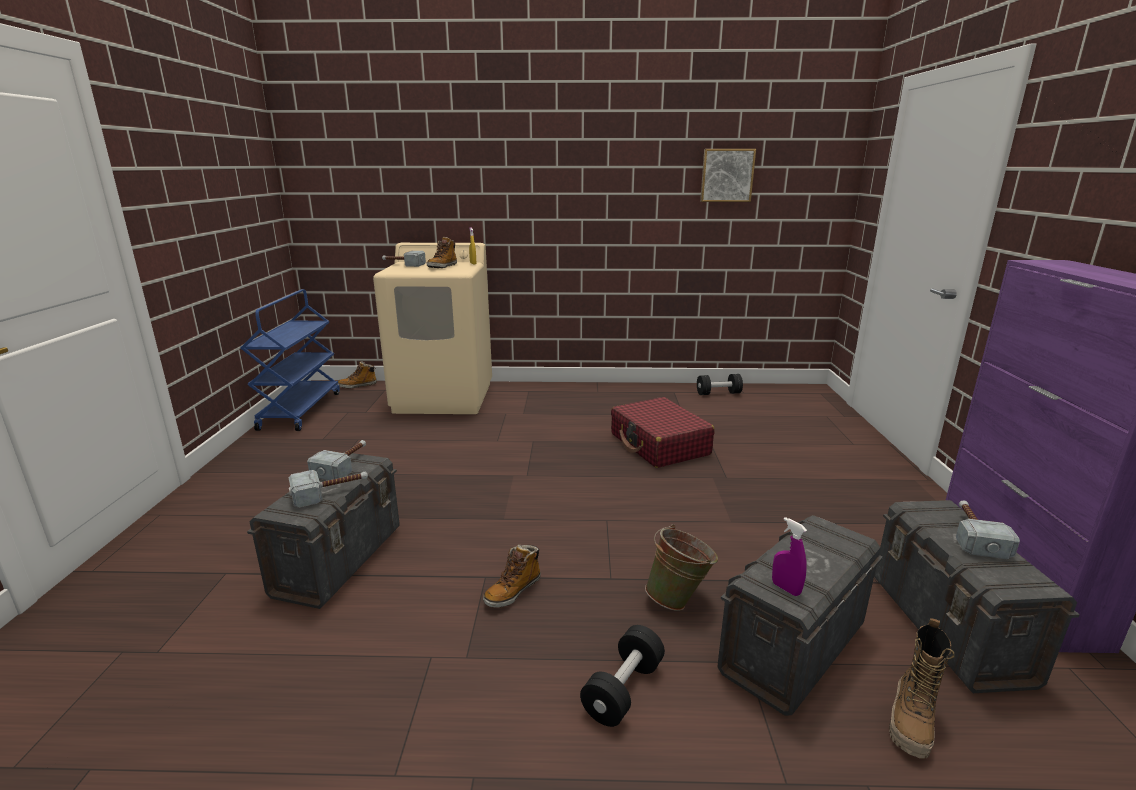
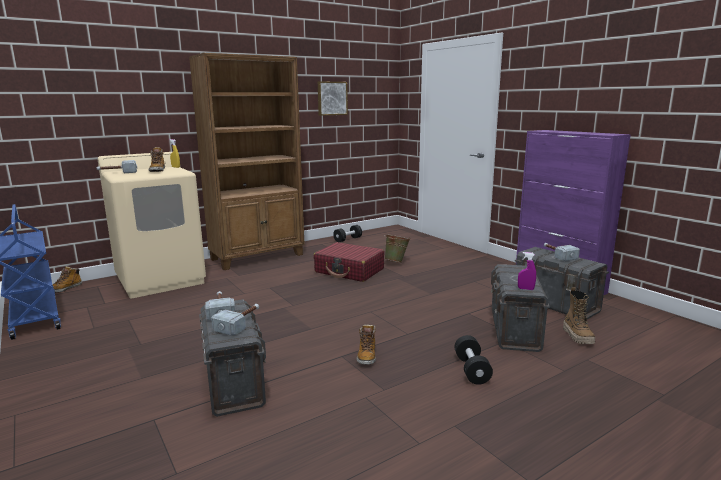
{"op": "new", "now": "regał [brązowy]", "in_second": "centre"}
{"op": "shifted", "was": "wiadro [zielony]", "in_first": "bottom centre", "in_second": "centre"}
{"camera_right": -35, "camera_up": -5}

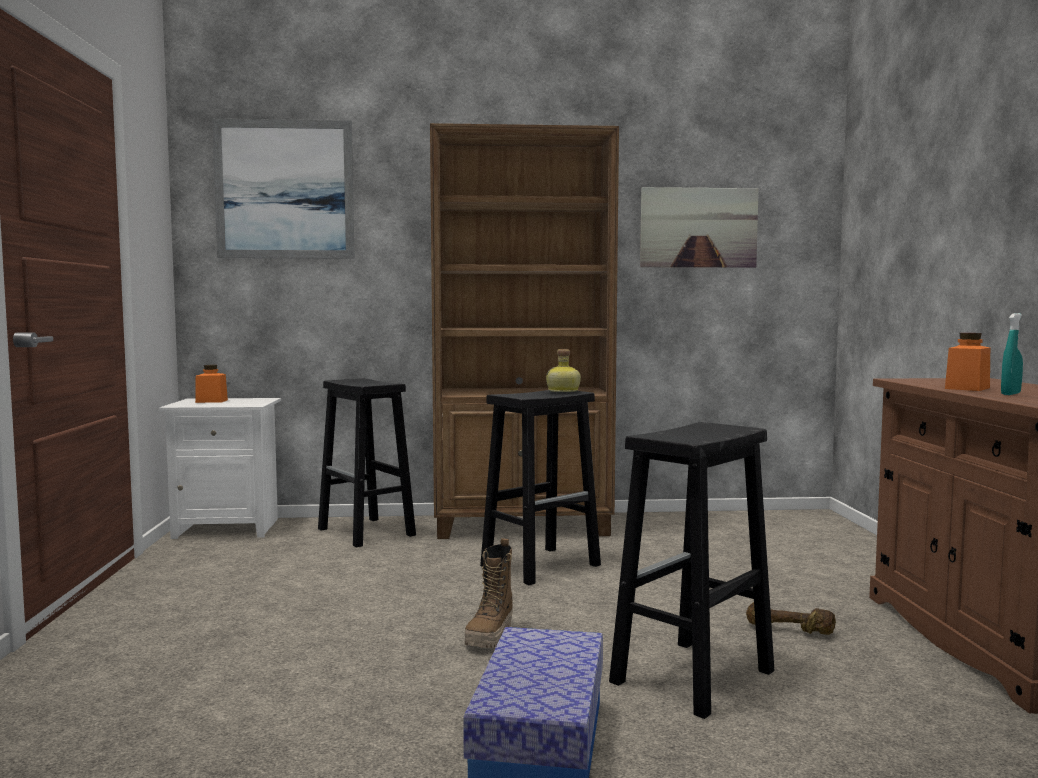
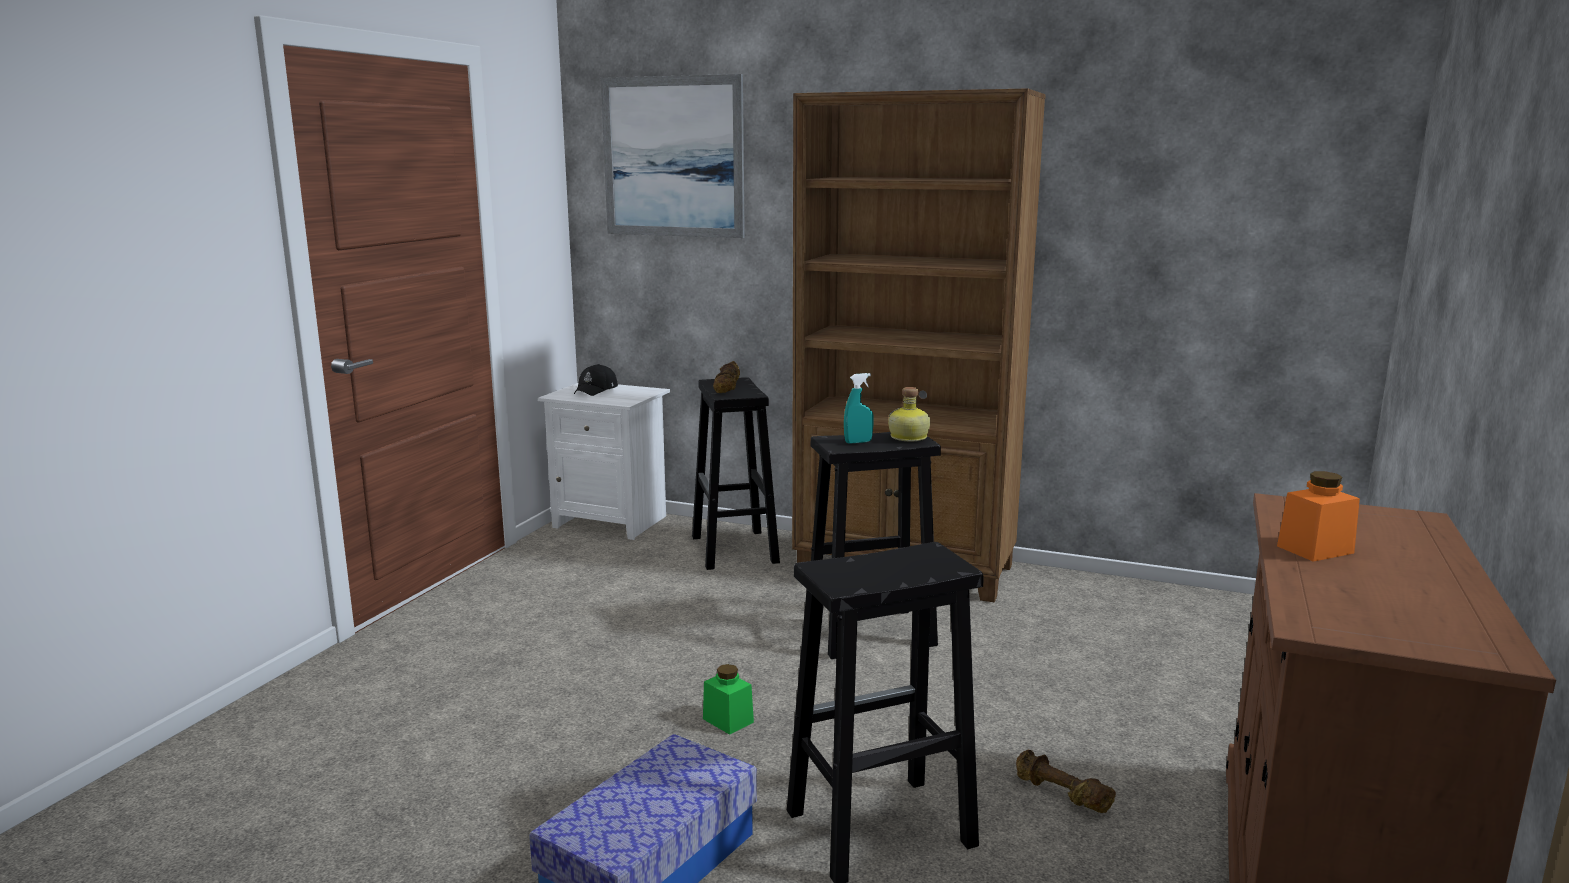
{"op": "gone", "was": "obraz (no. 2 from left)", "in_first": "top right"}
{"op": "new", "now": "hantel [brązowy] (no. 1 from left)", "in_second": "centre"}
{"op": "shifted", "was": "spryskiwacz [turkusowy]", "in_first": "middle right", "in_second": "centre"}
{"op": "swapped", "was": "słoik [pomarańczowy] (no. 1 from left)", "now": "czapka z daszkiem [czarny]", "in_first": "middle left", "in_second": "centre"}
{"op": "swapped", "was": "but z cholewką", "now": "słoik [zielony]", "in_first": "bottom centre", "in_second": "bottom centre"}
{"camera_right": 25, "camera_up": 10}

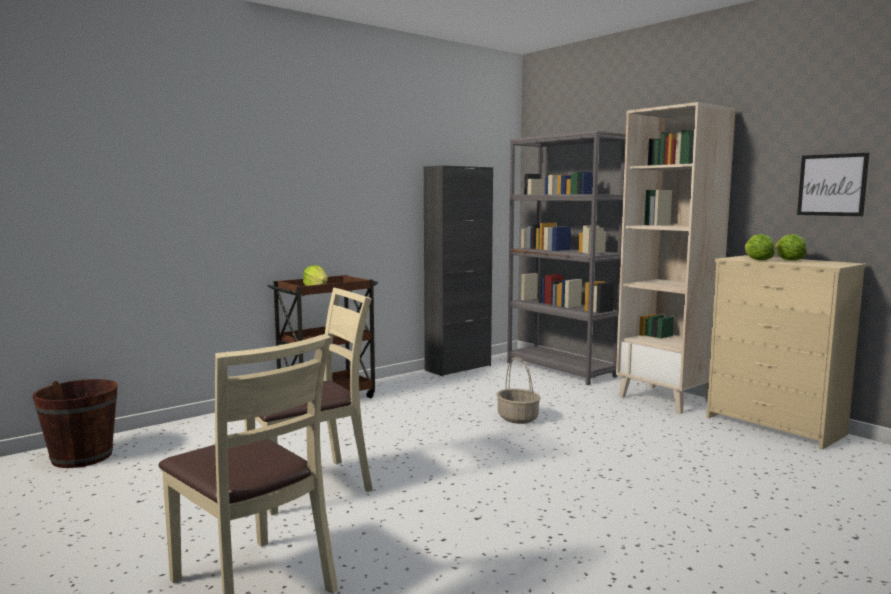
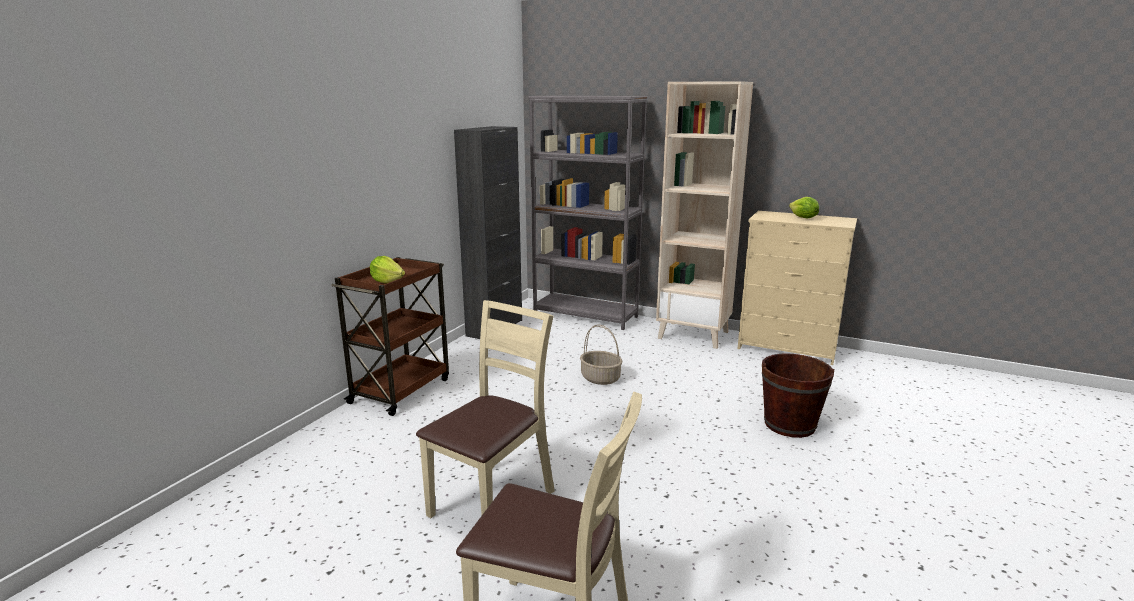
{"op": "gone", "was": "sałata (no. 2 from left)", "in_first": "middle right"}
{"op": "gone", "was": "obraz", "in_first": "top right"}
{"op": "shifted", "was": "wiadro [brązowy]", "in_first": "bottom left", "in_second": "middle right"}
{"camera_right": -25, "camera_up": 10}

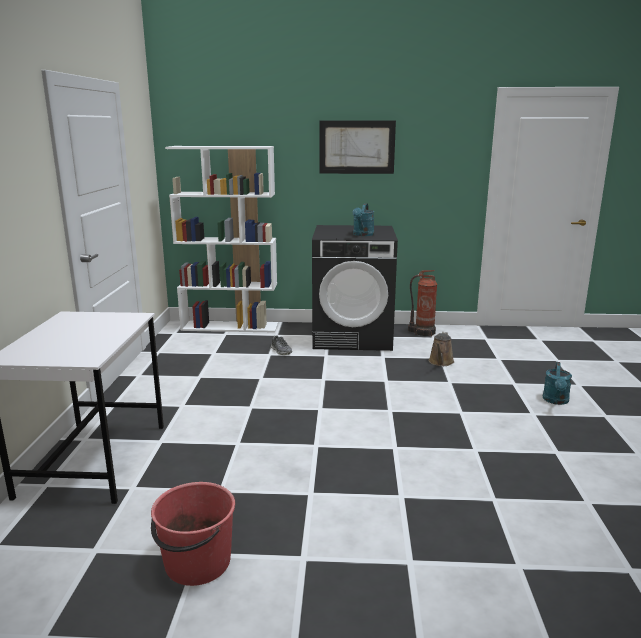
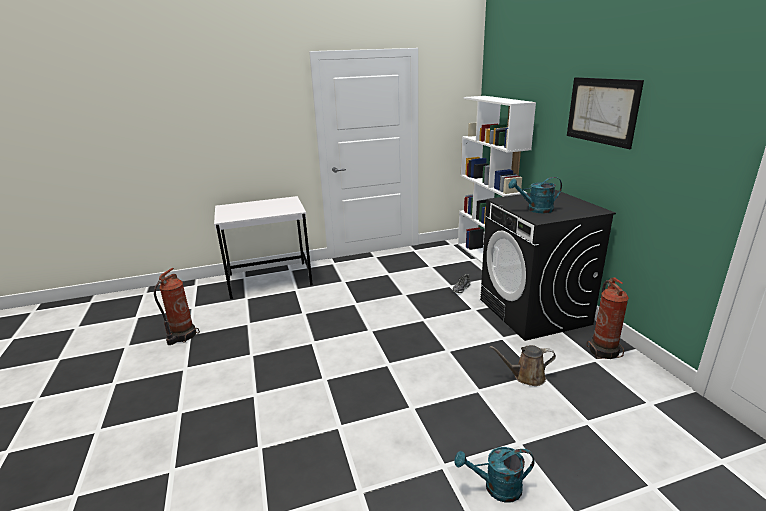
{"op": "swapped", "was": "wiadro [czerwony]", "now": "gaśnica (no. 1 from left)", "in_first": "bottom left", "in_second": "middle left"}
{"camera_right": 70, "camera_up": 5}

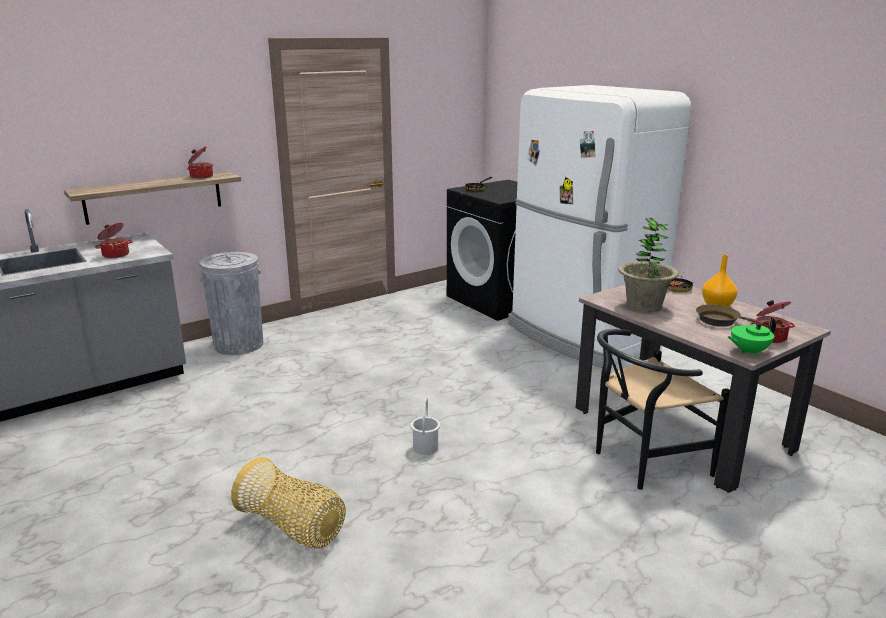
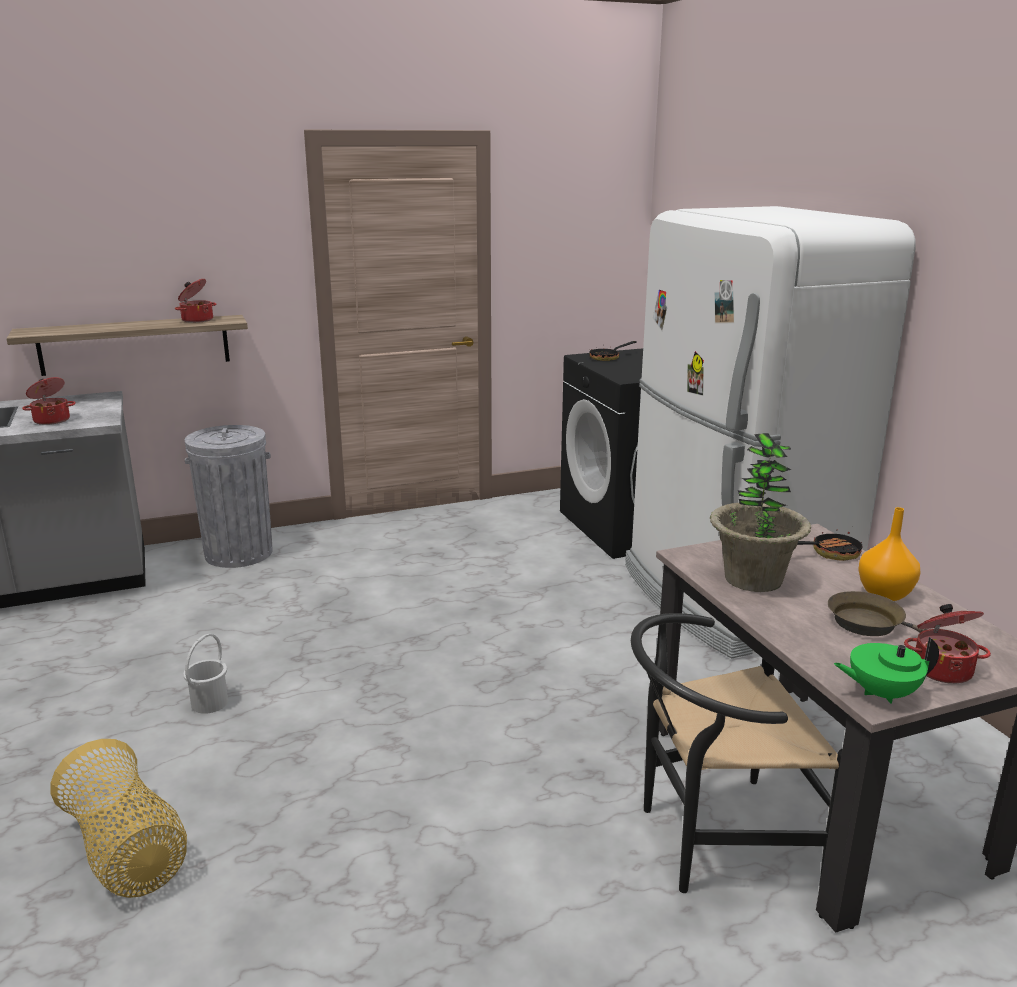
{"op": "shifted", "was": "wiadro [biały]", "in_first": "bottom centre", "in_second": "bottom left"}
{"camera_right": 15, "camera_up": 0}

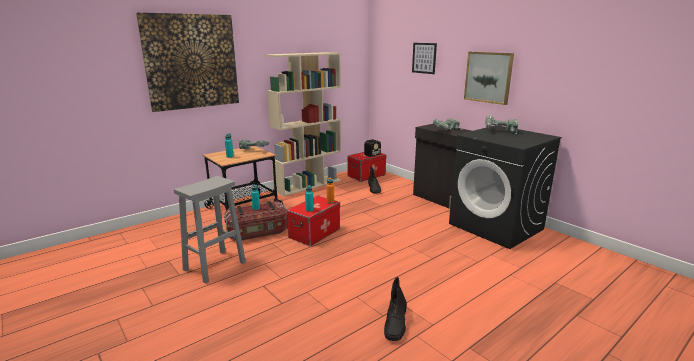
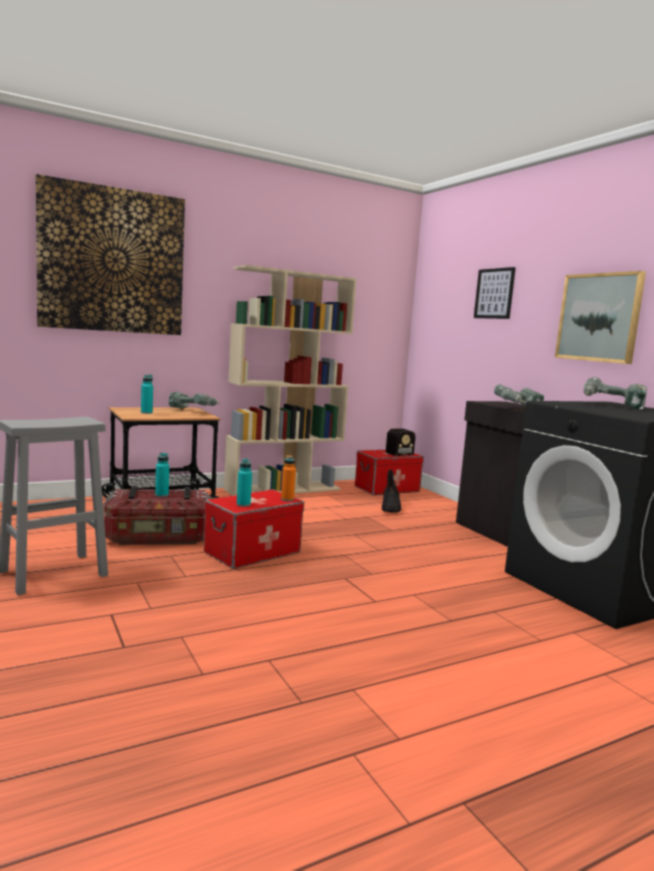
{"op": "gone", "was": "but z cholewką [czarny] (no. 2 from left)", "in_first": "bottom centre"}
{"camera_right": 10, "camera_up": -10}

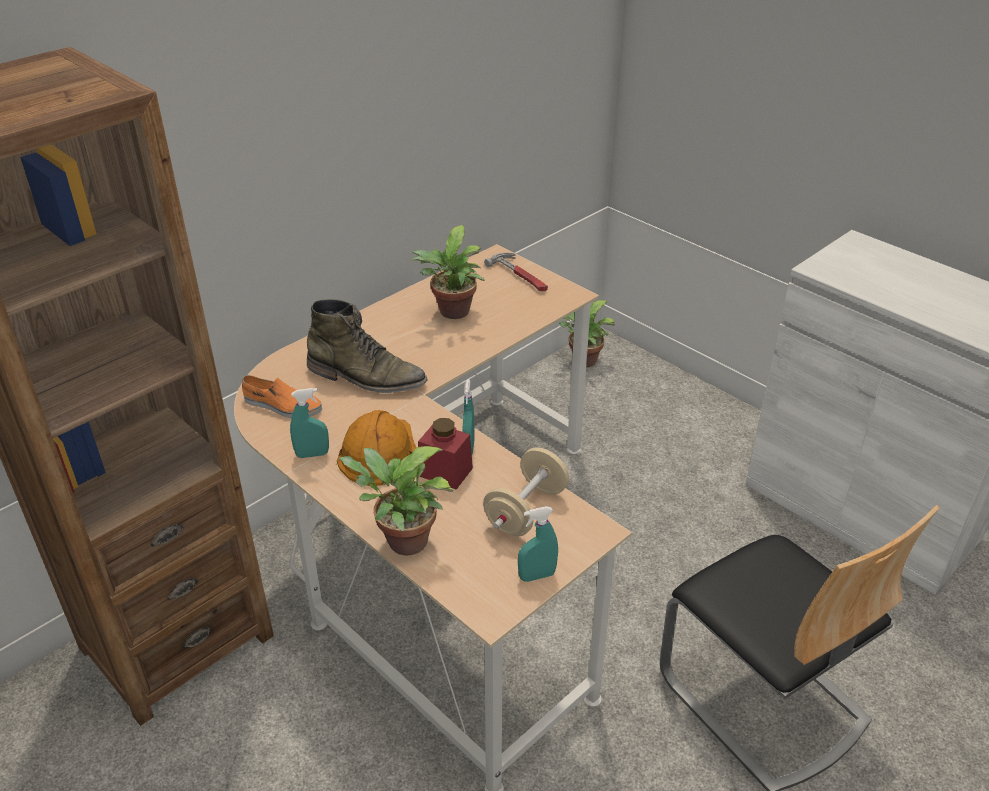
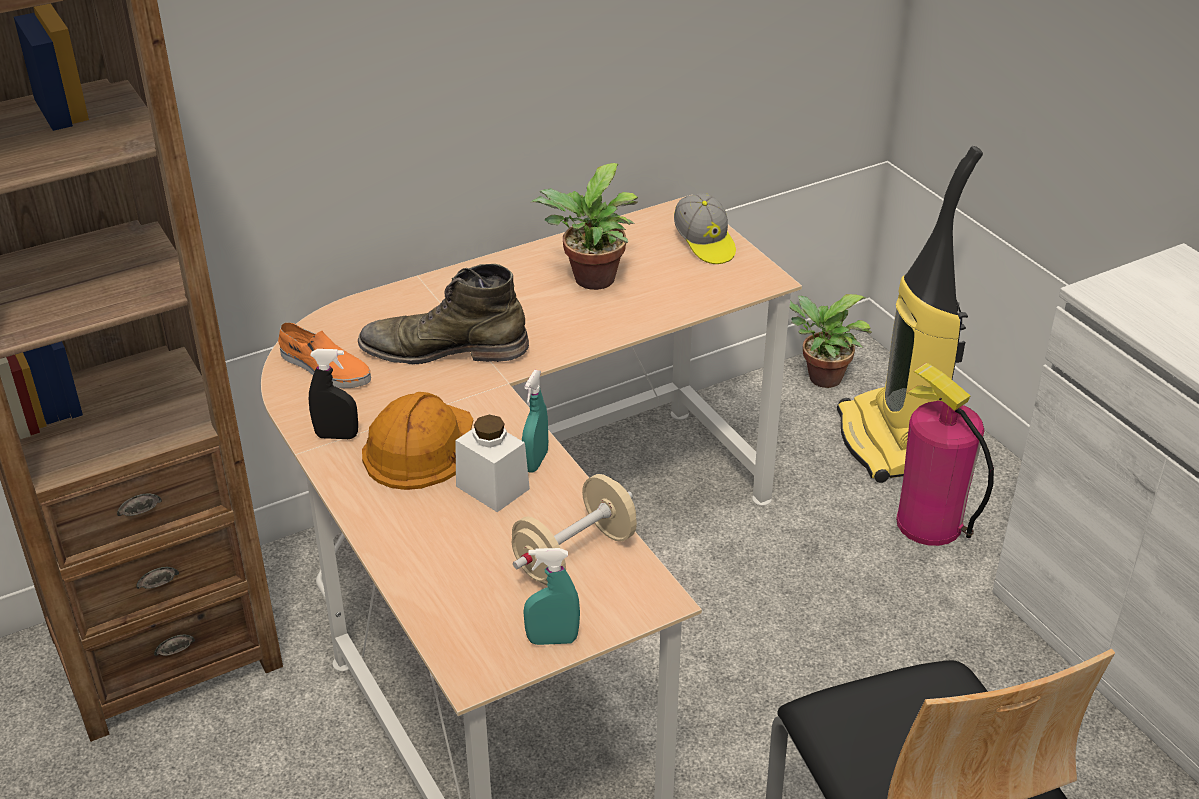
{"op": "gone", "was": "roślina doniczkowa (no. 1 from left)", "in_first": "centre"}
{"op": "new", "now": "odkurzacz", "in_second": "middle right"}
{"op": "new", "now": "gaśnica", "in_second": "middle right"}
{"op": "swapped", "was": "młotek", "now": "czapka z daszkiem", "in_first": "centre", "in_second": "top centre"}
{"op": "repainted", "was": "spryskiwacz [turkusowy] (no. 1 from left)", "now": "spryskiwacz [czarny]", "in_first": "middle left", "in_second": "middle left"}
{"op": "repainted", "was": "słoik [czerwony]", "now": "słoik [biały]", "in_first": "centre", "in_second": "centre"}
{"op": "rotated", "was": "but z cholewką [zielony]", "in_first": "centre", "in_second": "centre", "clockwise": 150}
{"camera_right": 15, "camera_up": 0}

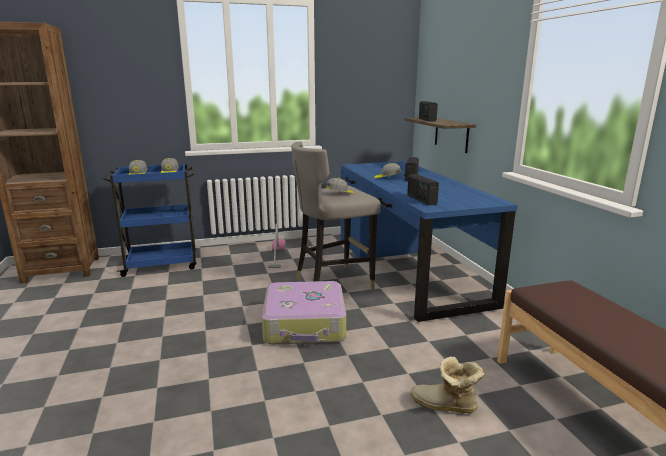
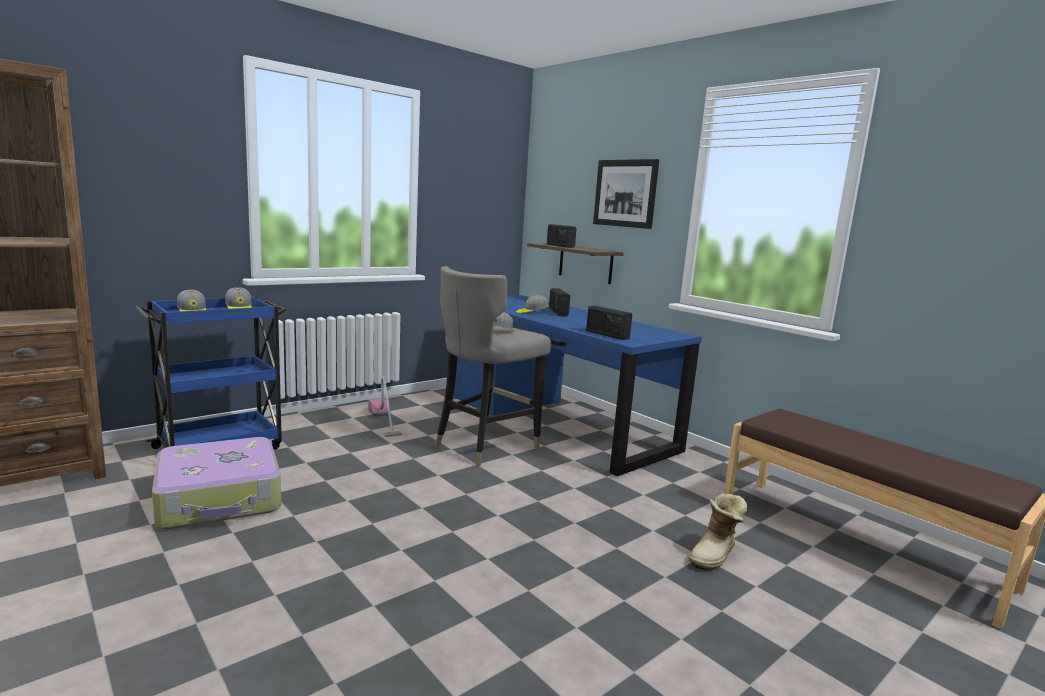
{"op": "new", "now": "obraz", "in_second": "top centre"}
{"op": "shifted", "was": "walizka", "in_first": "bottom centre", "in_second": "bottom left"}
{"op": "rotated", "was": "but z cholewką", "in_first": "bottom right", "in_second": "bottom right", "clockwise": -45}
{"camera_right": -25, "camera_up": -5}

